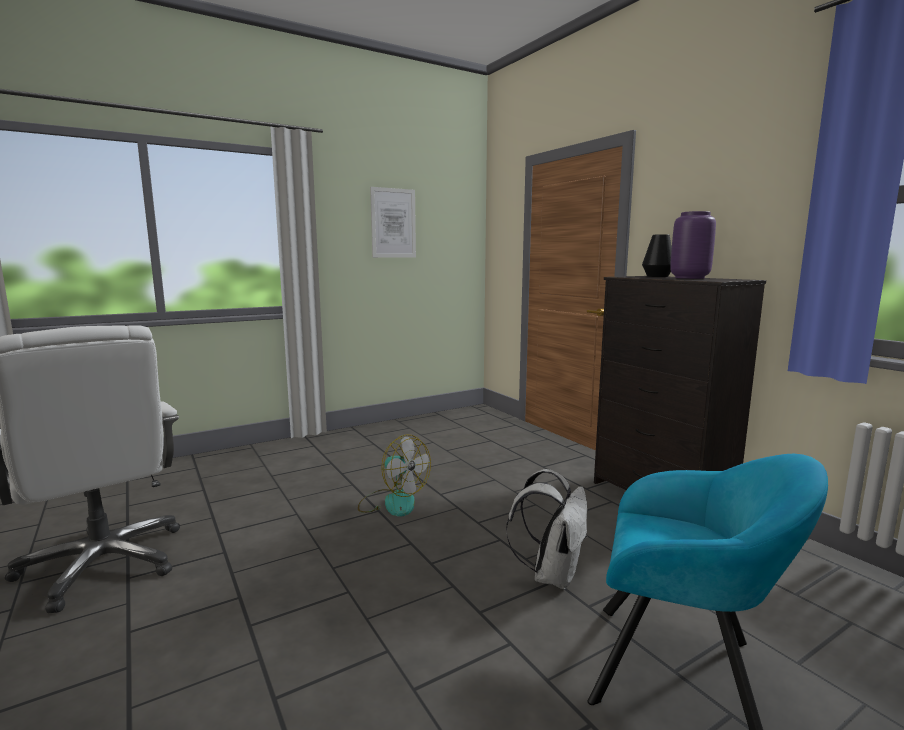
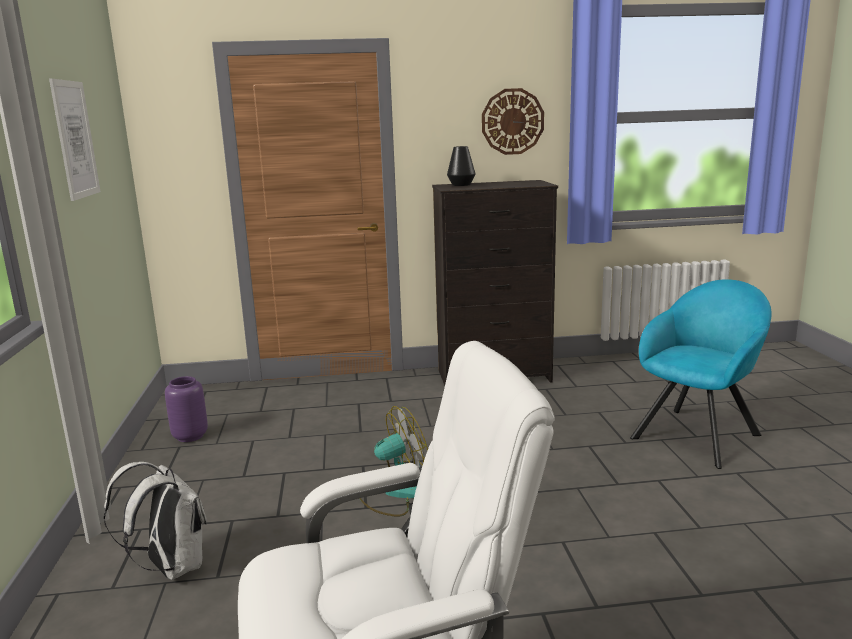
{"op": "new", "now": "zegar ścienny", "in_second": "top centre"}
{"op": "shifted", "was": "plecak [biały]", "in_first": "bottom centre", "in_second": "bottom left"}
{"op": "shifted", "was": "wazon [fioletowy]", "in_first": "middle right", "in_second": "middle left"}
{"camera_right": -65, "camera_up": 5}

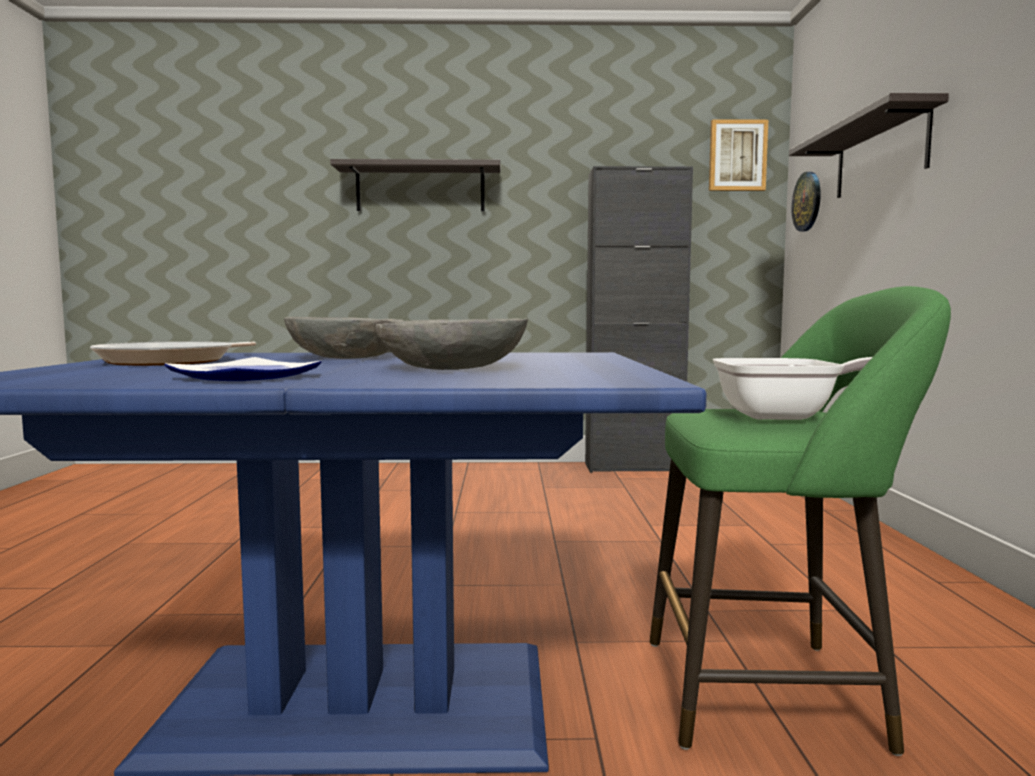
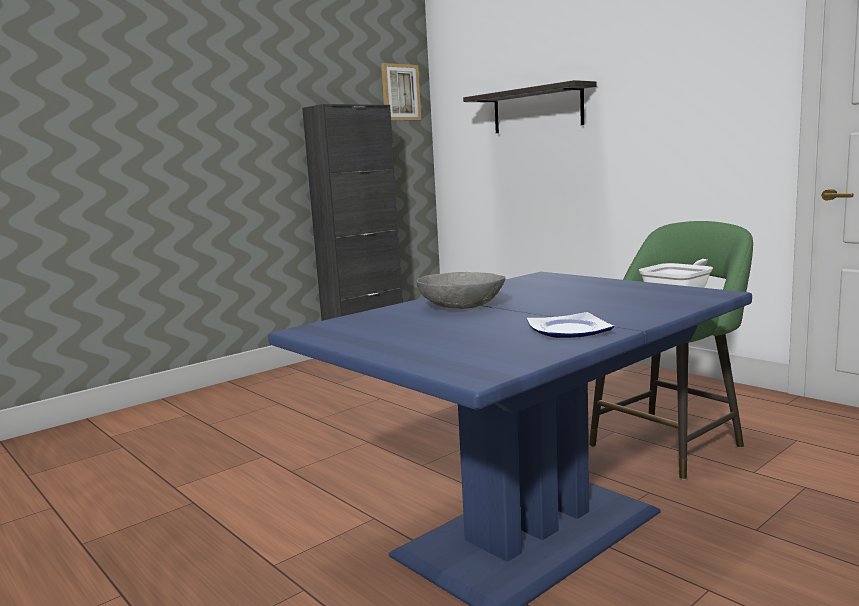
{"op": "gone", "was": "patelnia (no. 1 from left)", "in_first": "middle left"}
{"op": "gone", "was": "półka (no. 1 from left)", "in_first": "top centre"}
{"op": "gone", "was": "miska [szary] (no. 2 from left)", "in_first": "centre"}
{"op": "gone", "was": "zegar ścienny", "in_first": "top right"}
{"camera_right": -40, "camera_up": 5}

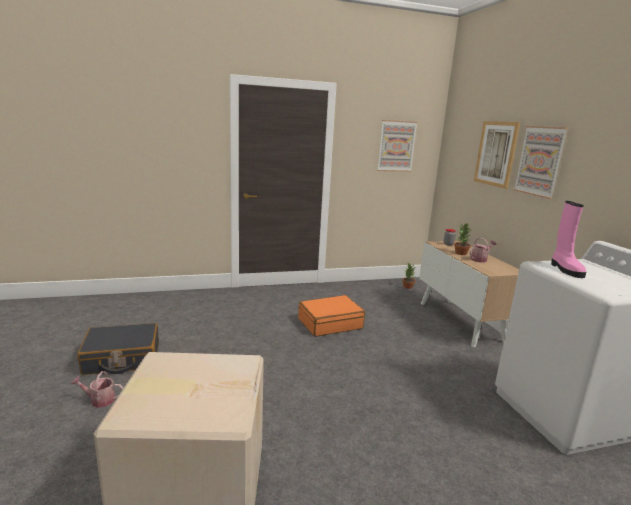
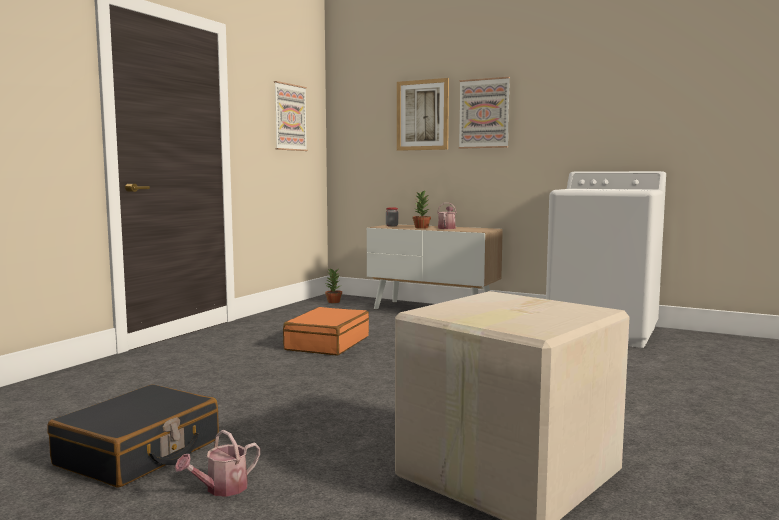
{"op": "gone", "was": "but z cholewką [różowy]", "in_first": "middle right"}
{"camera_right": -45, "camera_up": -10}

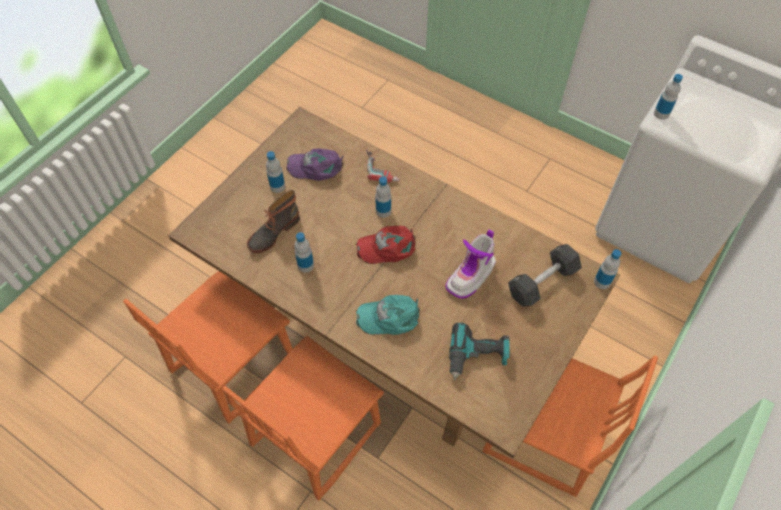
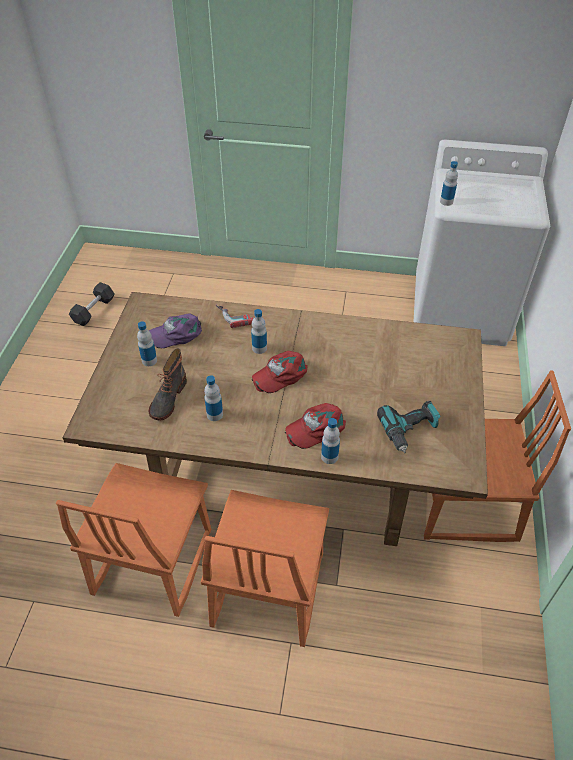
{"op": "gone", "was": "but z cholewką (no. 2 from left)", "in_first": "centre"}
{"op": "shifted", "was": "hantel [czarny]", "in_first": "middle right", "in_second": "middle left"}
{"op": "shifted", "was": "butelka (no. 4 from left)", "in_first": "middle right", "in_second": "centre"}
{"op": "repainted", "was": "czapka z daszkiem [turkusowy]", "now": "czapka z daszkiem [czerwony] (no. 2 from left)", "in_first": "centre", "in_second": "centre"}
{"camera_right": -25, "camera_up": -10}

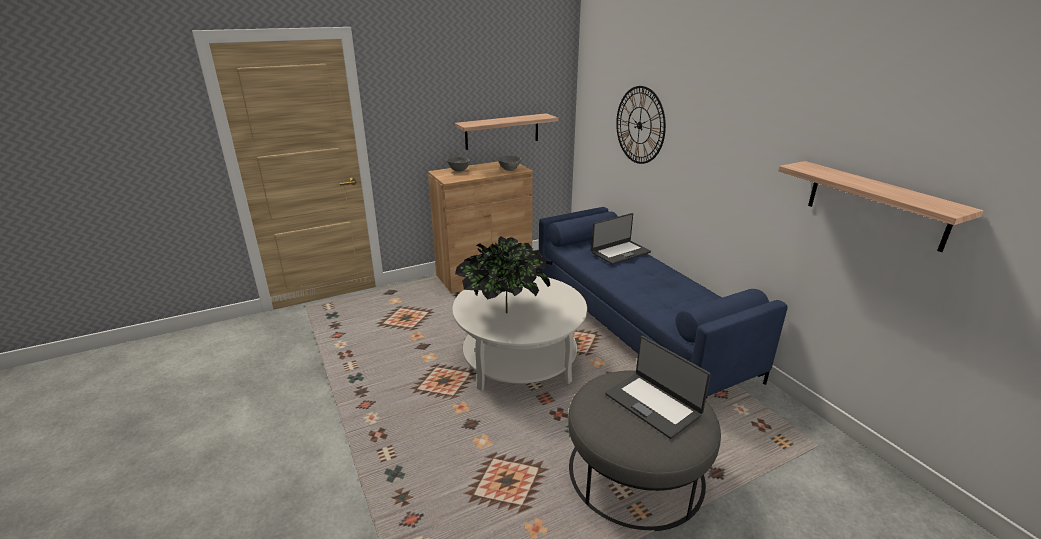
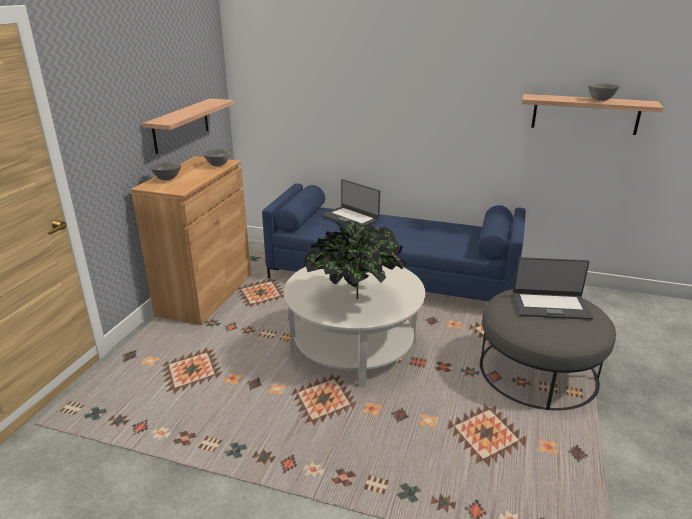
{"op": "gone", "was": "zegar ścienny", "in_first": "top centre"}
{"op": "new", "now": "miska [szary] (no. 3 from left)", "in_second": "top right"}
{"op": "rotated", "was": "laptop (no. 1 from left)", "in_first": "centre", "in_second": "centre", "clockwise": 120}
{"camera_right": -45, "camera_up": 0}

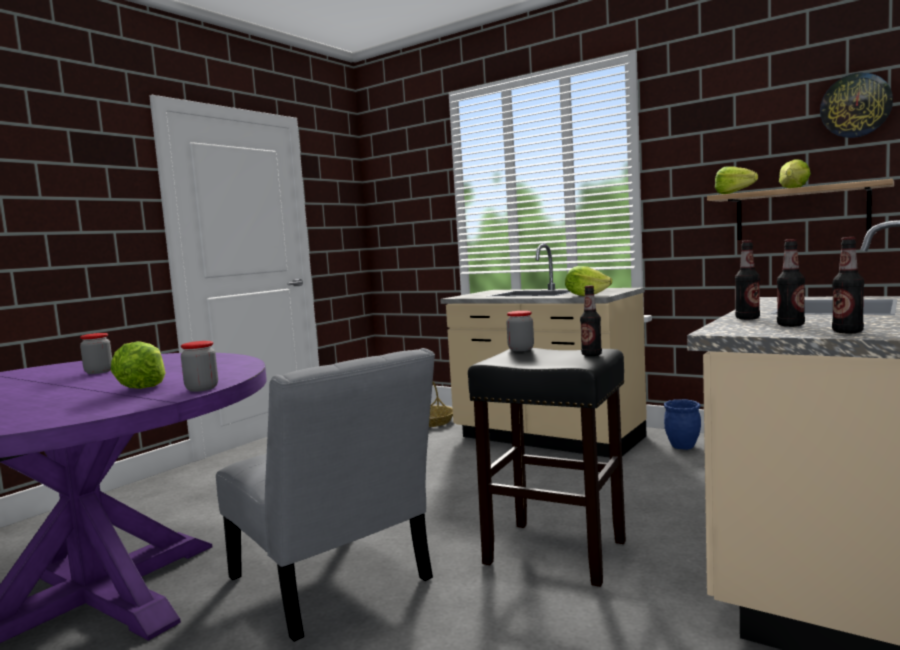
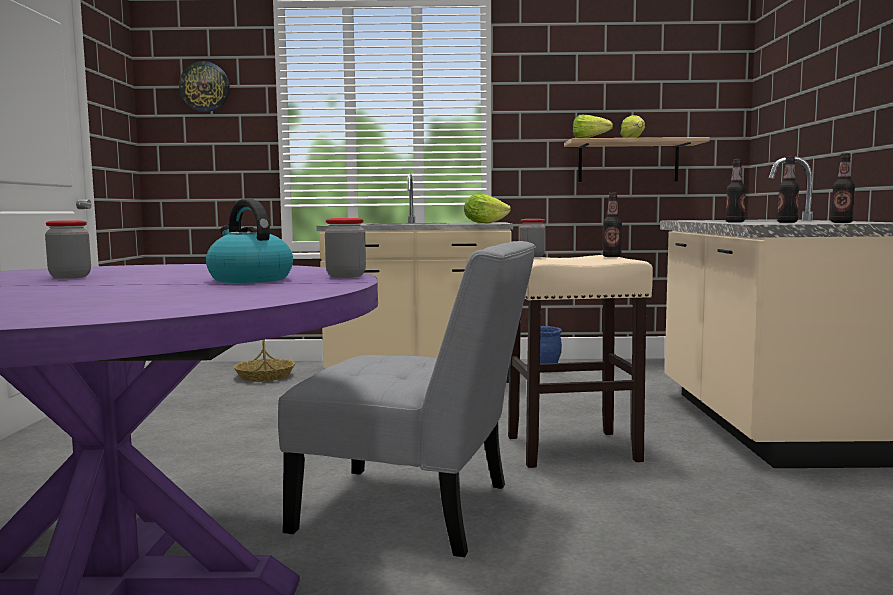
{"op": "shifted", "was": "zegar ścienny", "in_first": "top right", "in_second": "top left"}
{"op": "swapped", "was": "sałata (no. 1 from left)", "now": "czajnik", "in_first": "middle left", "in_second": "middle left"}
{"op": "repainted", "was": "stołek [czarny]", "now": "stołek [beżowy]", "in_first": "bottom centre", "in_second": "centre"}
{"camera_right": -35, "camera_up": 0}

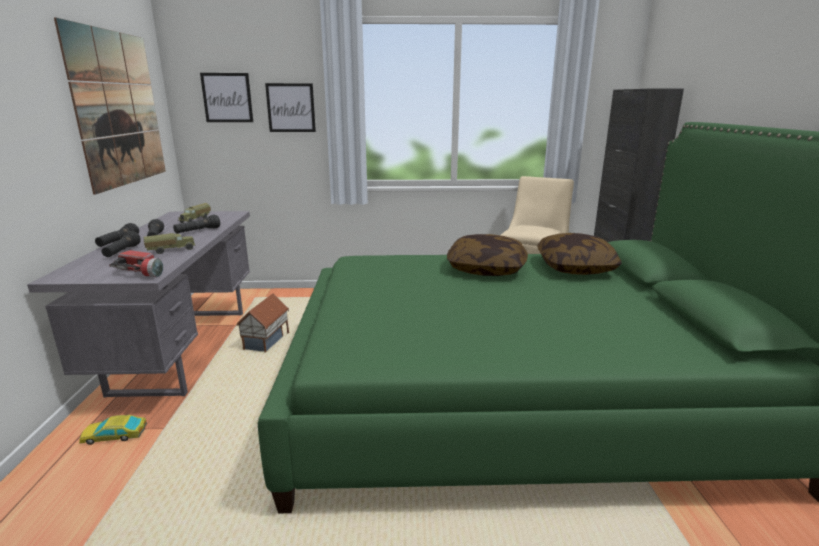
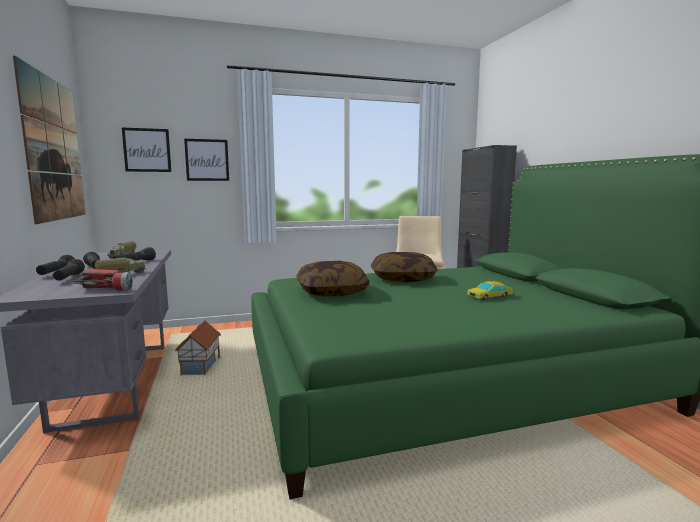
{"op": "shifted", "was": "samochodzik", "in_first": "bottom left", "in_second": "middle right"}
{"op": "shifted", "was": "poduszka (no. 2 from left in the first image)", "now": "poduszka (no. 1 from left)", "in_first": "middle right", "in_second": "centre"}
{"camera_right": -15, "camera_up": -10}

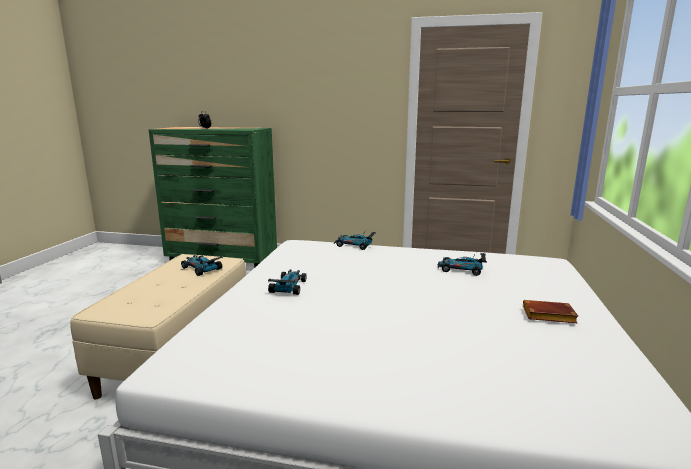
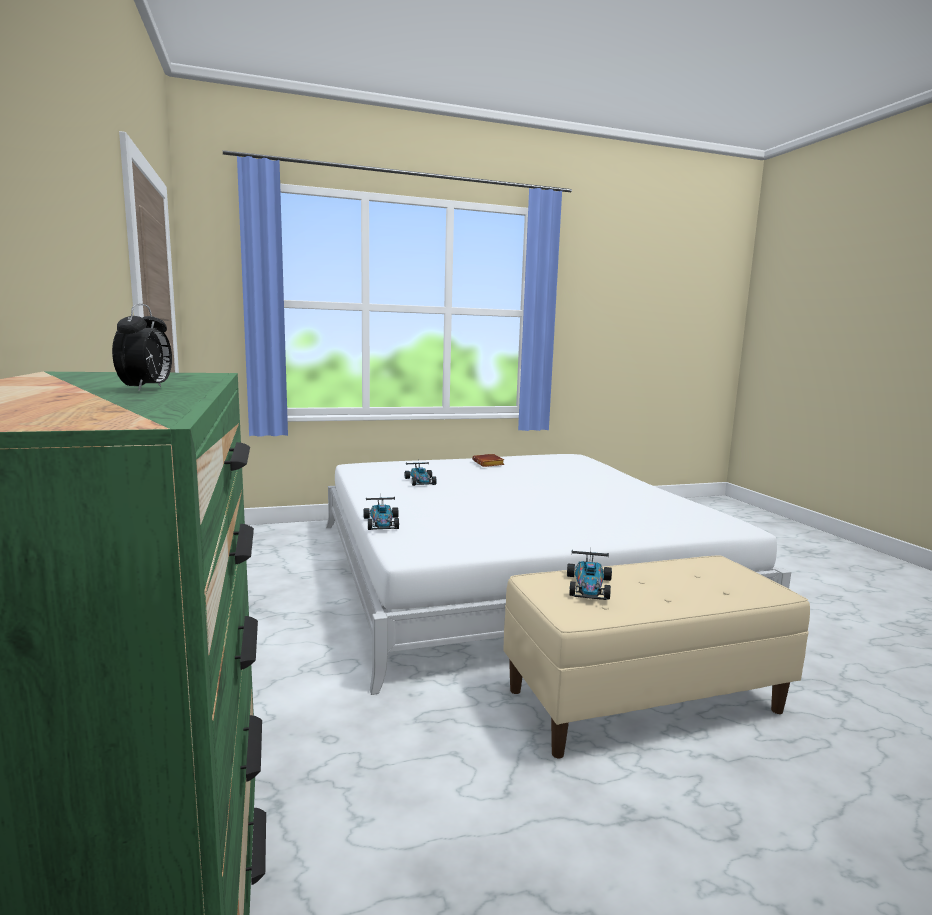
{"op": "gone", "was": "samochodzik (no. 2 from left)", "in_first": "centre"}
{"camera_right": -120, "camera_up": -5}

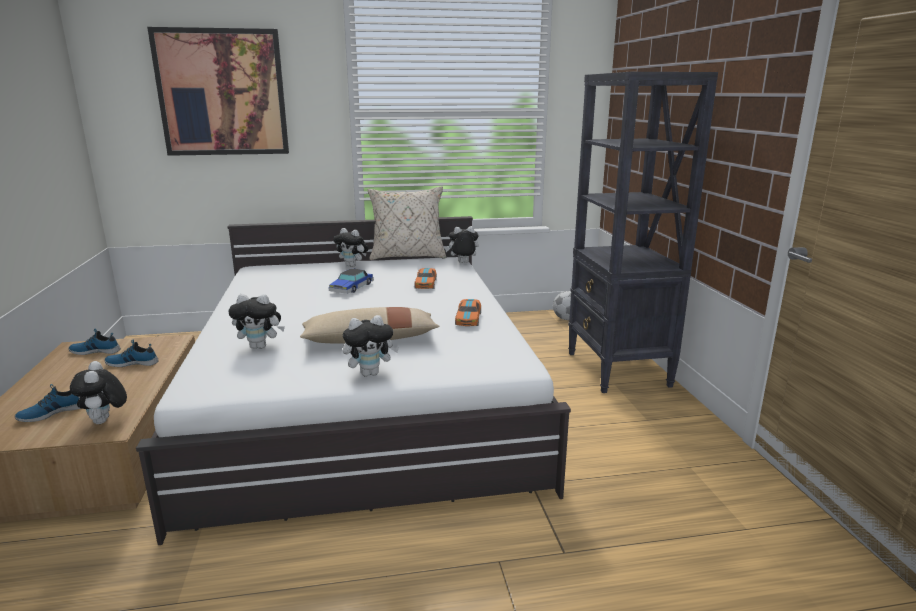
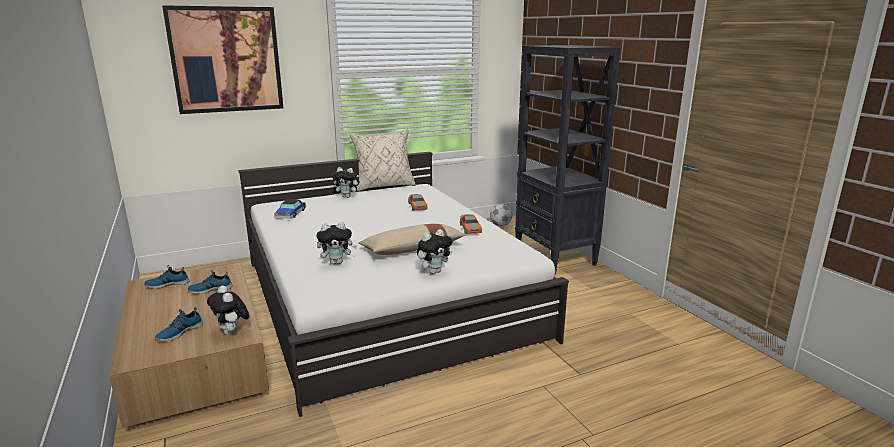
{"op": "gone", "was": "pluszak (no. 5 from left)", "in_first": "centre"}
{"op": "shifted", "was": "samochodzik (no. 1 from left)", "in_first": "centre", "in_second": "middle left"}
{"camera_right": -15, "camera_up": 0}

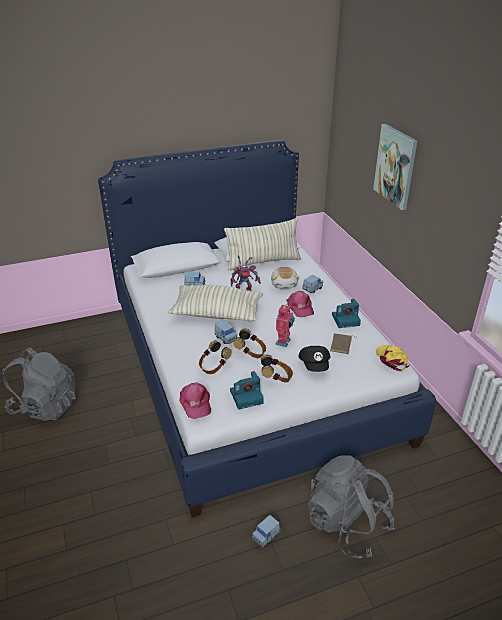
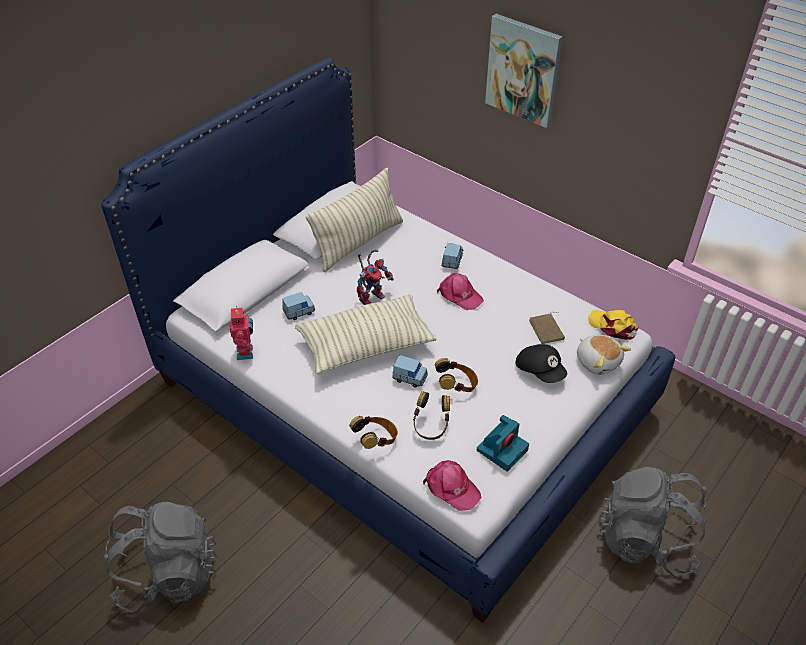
{"op": "gone", "was": "samochodzik [niebieski] (no. 3 from left)", "in_first": "bottom centre"}
{"op": "gone", "was": "aparat fotograficzny (no. 2 from left)", "in_first": "middle right"}
{"op": "shifted", "was": "słuchawki (no. 3 from left in the first image)", "now": "słuchawki (no. 1 from left)", "in_first": "centre", "in_second": "bottom centre"}
{"op": "shifted", "was": "pluszak", "in_first": "centre", "in_second": "middle right"}
{"op": "shifted", "was": "robot zabawkowy (no. 2 from left in the first image)", "now": "robot zabawkowy (no. 1 from left)", "in_first": "centre", "in_second": "middle left"}
{"camera_right": -30, "camera_up": 10}

